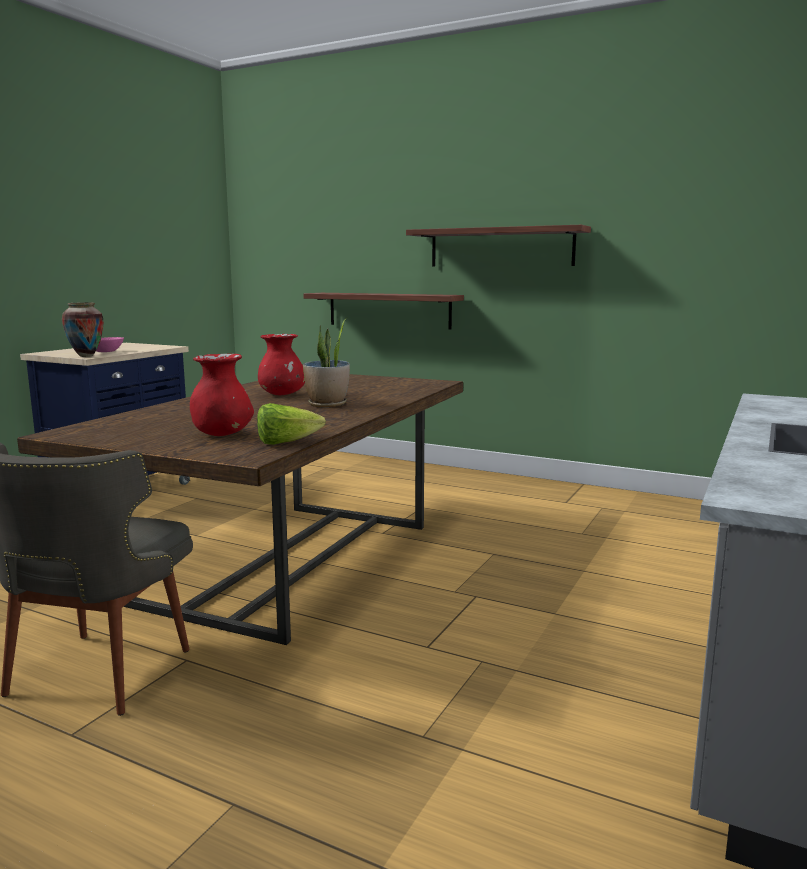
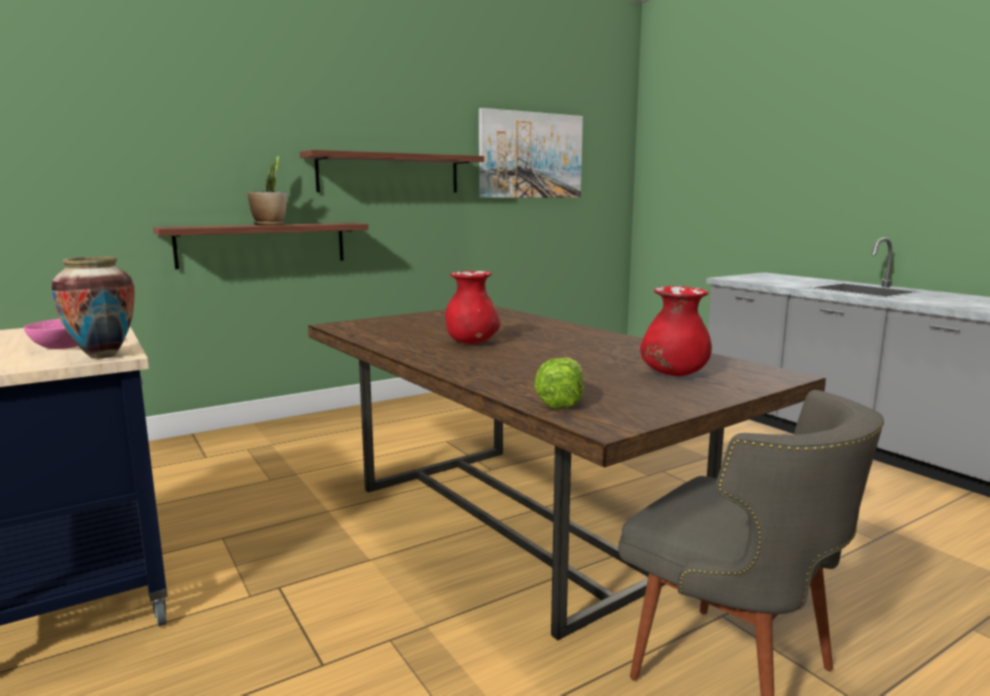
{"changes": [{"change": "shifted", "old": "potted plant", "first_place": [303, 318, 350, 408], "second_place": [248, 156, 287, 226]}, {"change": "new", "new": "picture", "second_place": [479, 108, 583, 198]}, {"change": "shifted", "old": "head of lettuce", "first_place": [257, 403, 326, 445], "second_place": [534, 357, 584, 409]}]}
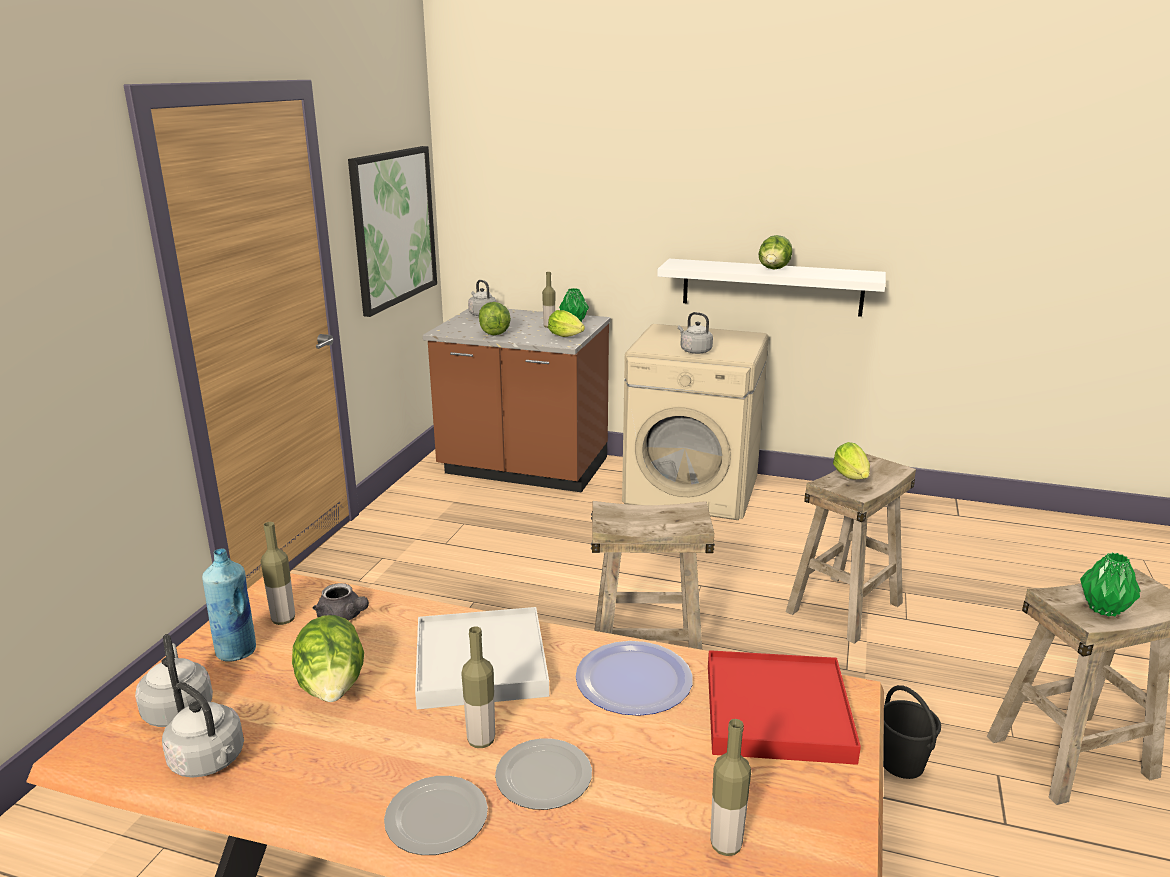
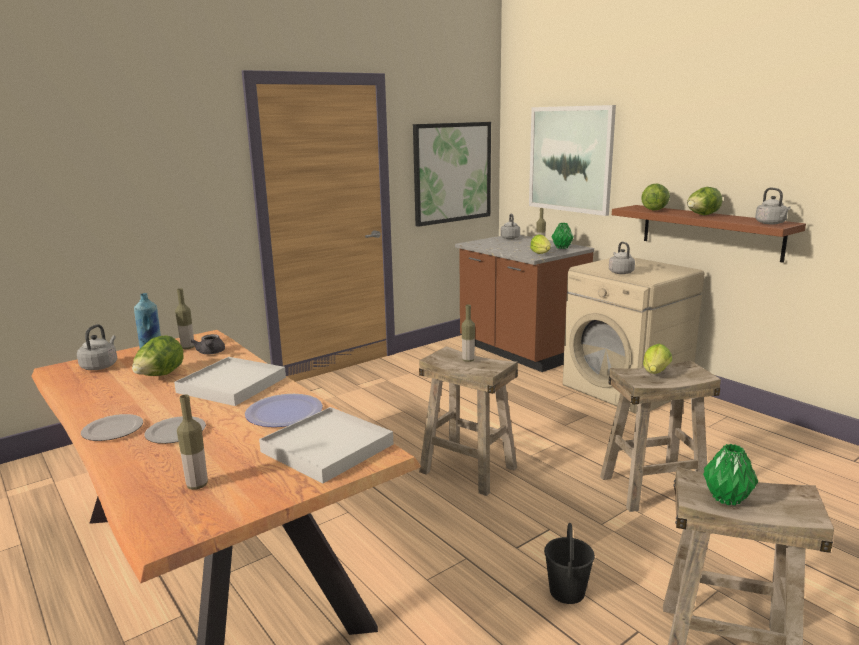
{"changes": [{"change": "repainted", "old": "red serving tray", "new": "white serving tray", "first_place": [708, 650, 861, 765], "second_place": [259, 407, 393, 483]}, {"change": "shifted", "old": "drink bottle", "first_place": [461, 626, 495, 748], "second_place": [462, 304, 475, 362]}, {"change": "new", "new": "picture", "second_place": [529, 105, 616, 216]}, {"change": "repainted", "old": "white wall shelf", "new": "brown wall shelf", "first_place": [657, 259, 886, 317], "second_place": [612, 205, 806, 263]}, {"change": "shifted", "old": "head of lettuce", "first_place": [479, 302, 511, 335], "second_place": [641, 183, 670, 211]}, {"change": "shifted", "old": "grey tea kettle", "first_place": [162, 682, 244, 778], "second_place": [755, 188, 791, 224]}]}
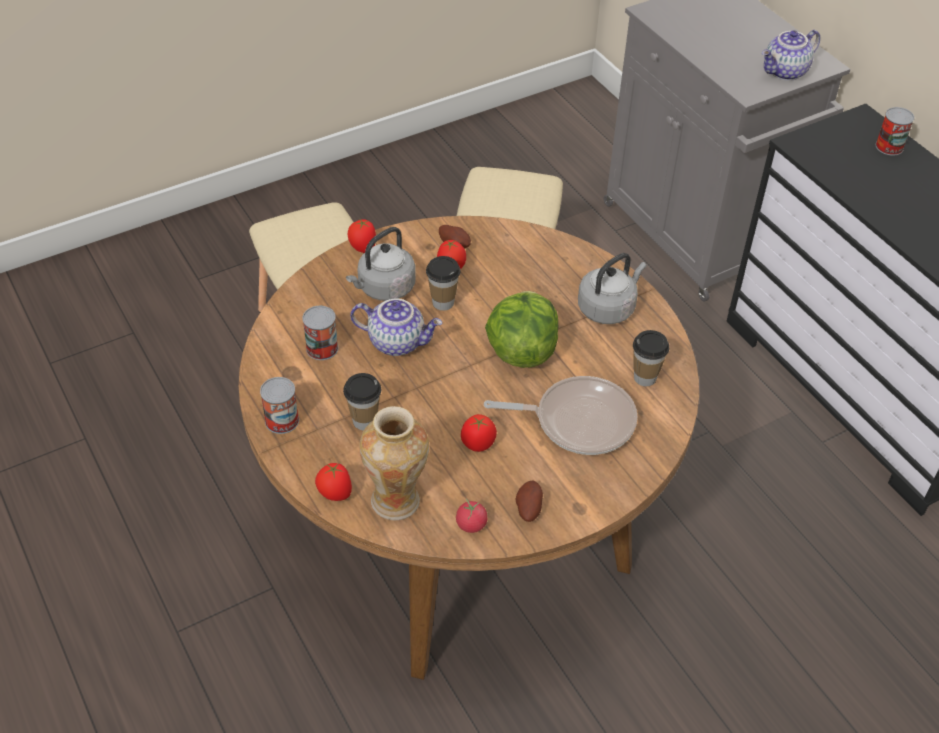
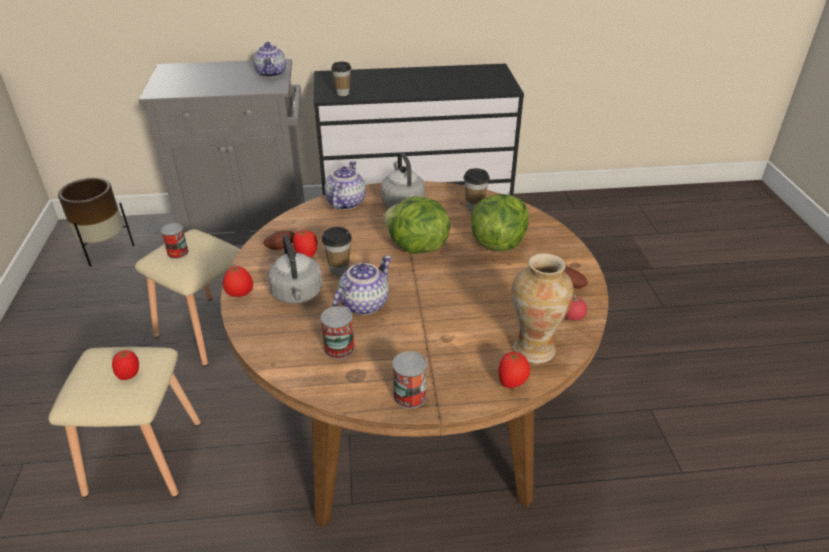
{"changes": [{"change": "new", "new": "brown flower pot", "second_place": [58, 178, 134, 267]}, {"change": "shifted", "old": "fresh tomato", "first_place": [461, 414, 497, 452], "second_place": [112, 350, 139, 380]}, {"change": "shifted", "old": "sealed can", "first_place": [876, 107, 915, 155], "second_place": [161, 223, 189, 259]}, {"change": "new", "new": "teapot", "second_place": [324, 161, 366, 210]}, {"change": "shifted", "old": "drinking cup", "first_place": [343, 373, 381, 430], "second_place": [331, 62, 351, 96]}, {"change": "swapped", "old": "frying pan", "new": "head of lettuce", "first_place": [484, 376, 638, 455], "second_place": [471, 194, 529, 251]}]}
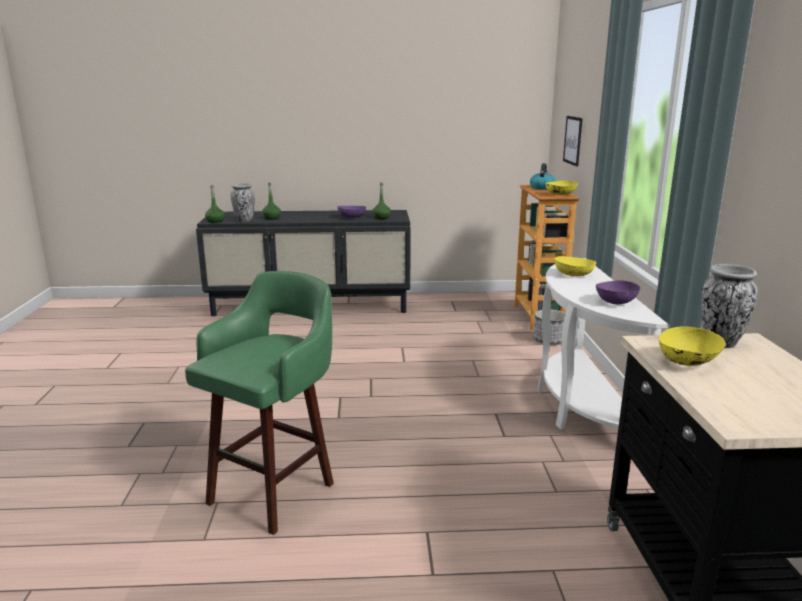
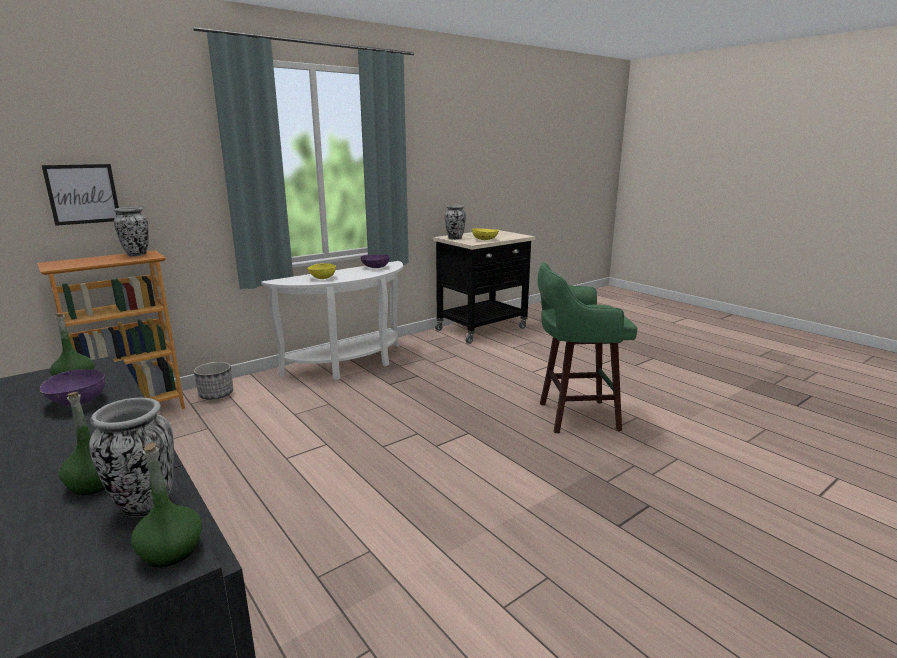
{"changes": [{"change": "swapped", "old": "yellow deep dish", "new": "decorative vase", "first_place": [546, 181, 578, 195], "second_place": [114, 207, 148, 256]}, {"change": "gone", "old": "tea kettle", "first_place": [530, 163, 556, 190]}]}
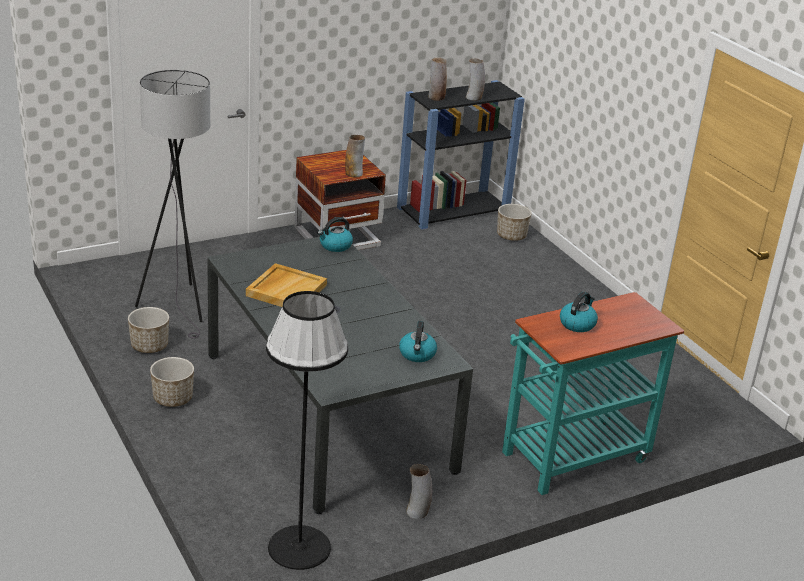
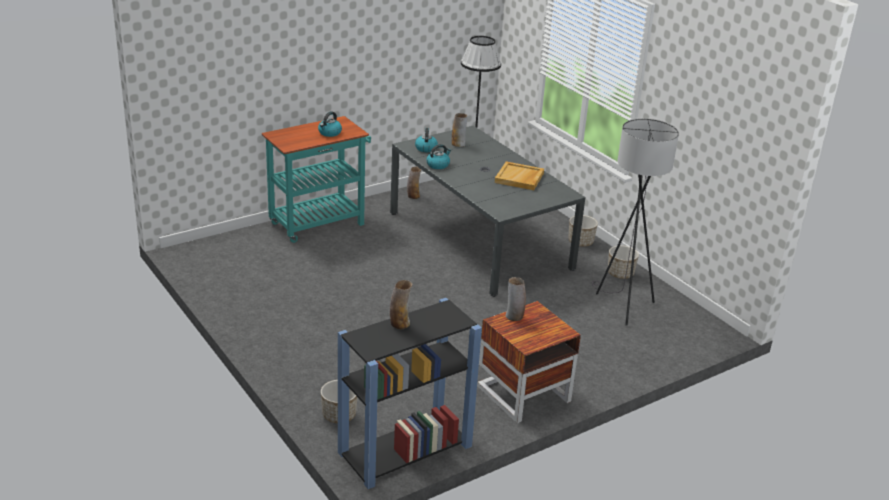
{"changes": [{"change": "shifted", "old": "tea kettle", "first_place": [317, 217, 353, 252], "second_place": [426, 144, 451, 169]}, {"change": "shifted", "old": "decorative vase", "first_place": [428, 57, 447, 101], "second_place": [452, 113, 467, 147]}]}
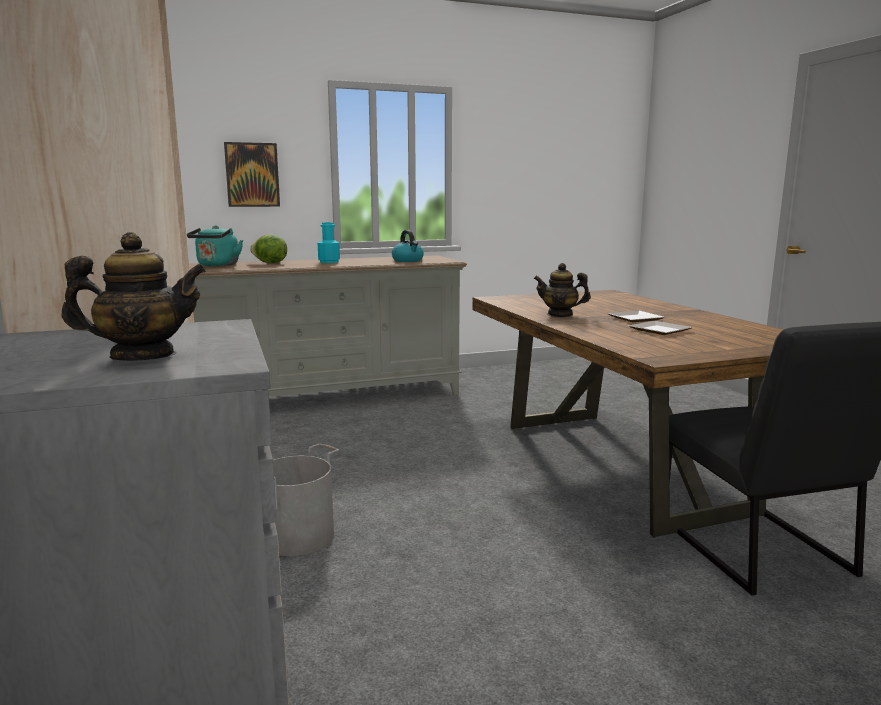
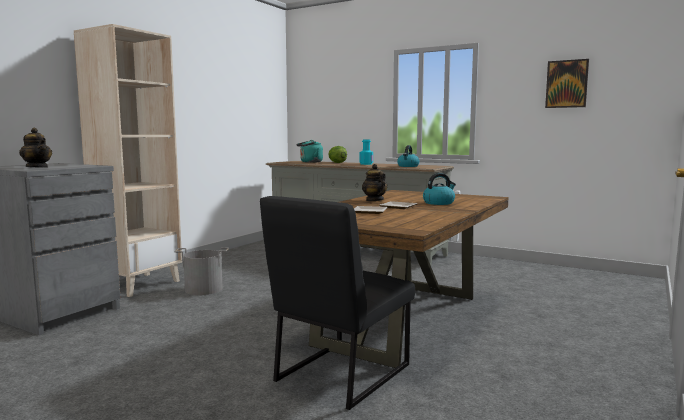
{"changes": [{"change": "new", "new": "tea kettle", "second_place": [423, 173, 456, 205]}, {"change": "shifted", "old": "picture", "first_place": [224, 142, 280, 207], "second_place": [545, 59, 589, 108]}]}
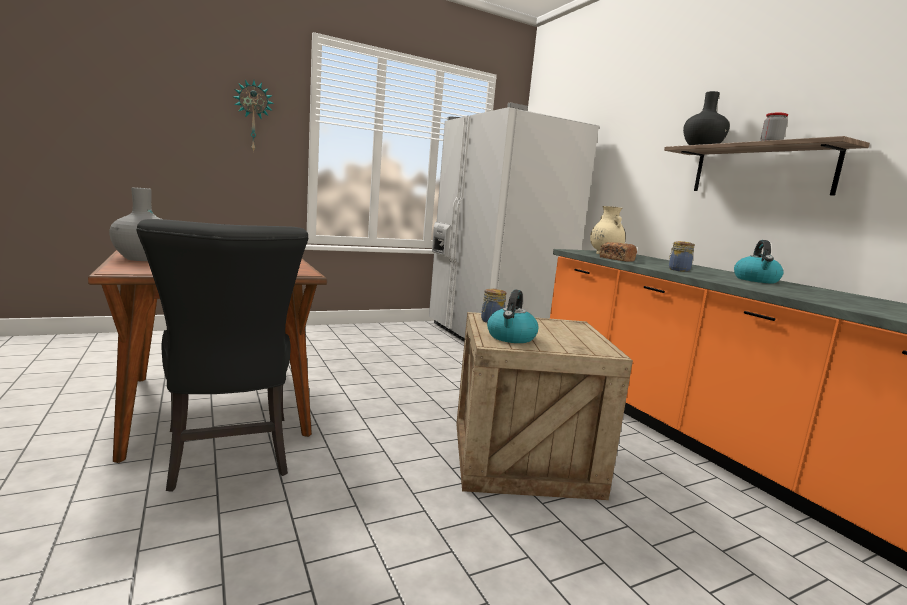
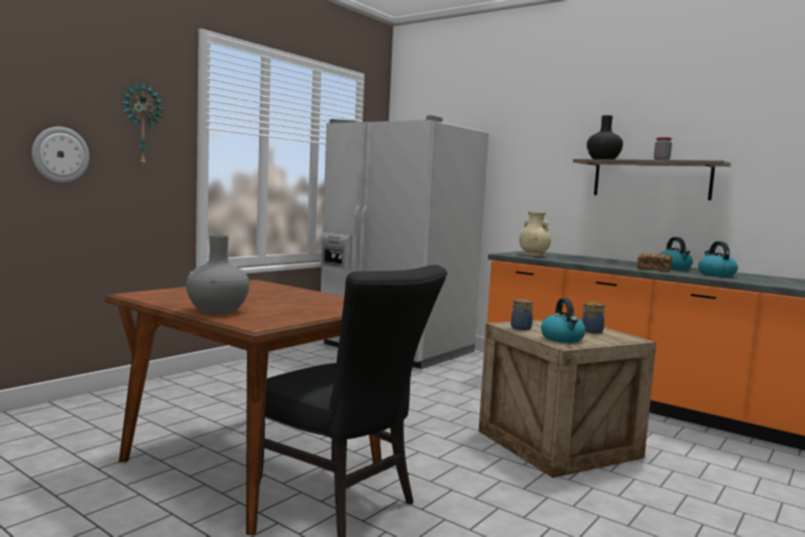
{"changes": [{"change": "new", "new": "wall clock", "second_place": [32, 127, 89, 183]}, {"change": "shifted", "old": "storage jar", "first_place": [669, 241, 695, 272], "second_place": [580, 302, 605, 334]}, {"change": "shifted", "old": "baked bread", "first_place": [600, 242, 637, 262], "second_place": [637, 253, 672, 271]}, {"change": "new", "new": "tea kettle", "second_place": [698, 241, 738, 277]}]}
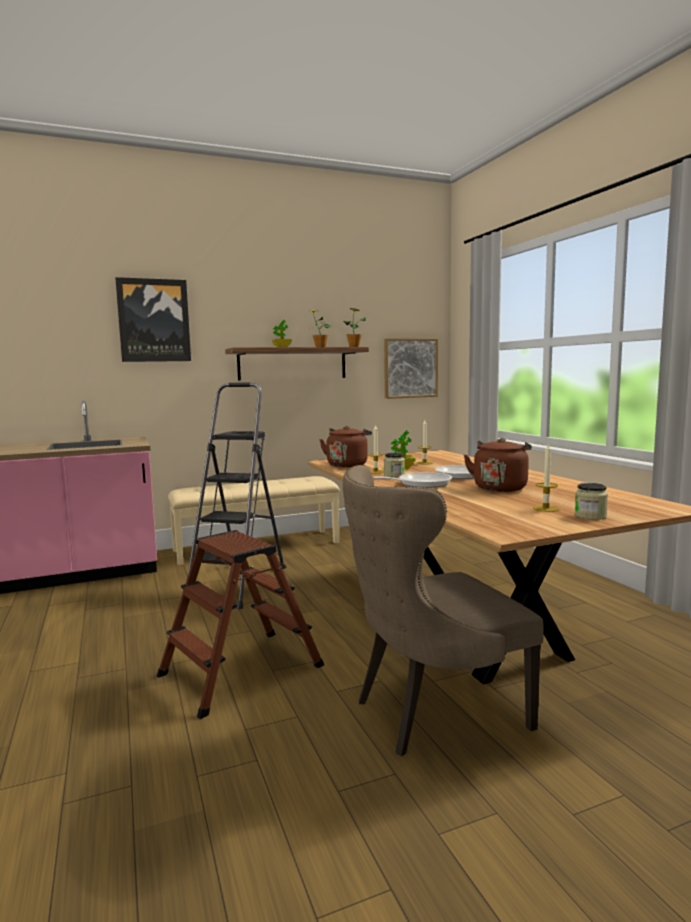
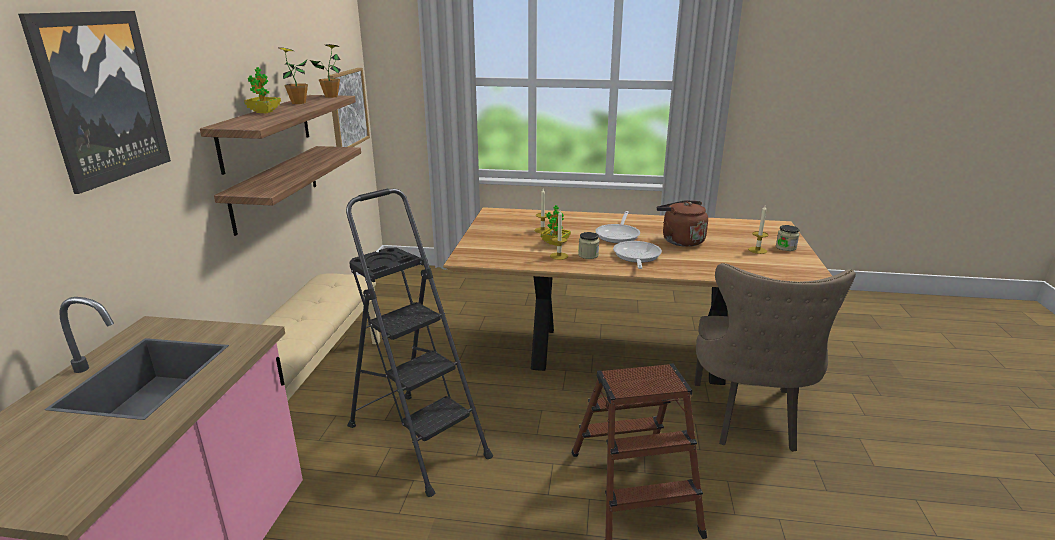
{"changes": [{"change": "new", "new": "wall shelf", "second_place": [214, 146, 361, 236]}, {"change": "gone", "old": "brown tea kettle", "first_place": [320, 426, 372, 468]}]}
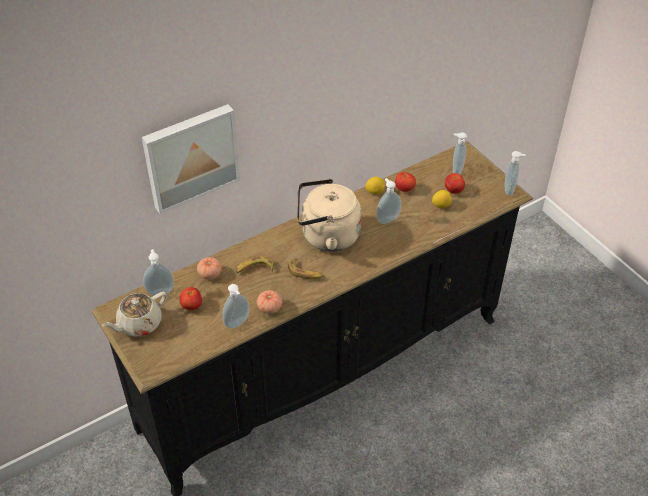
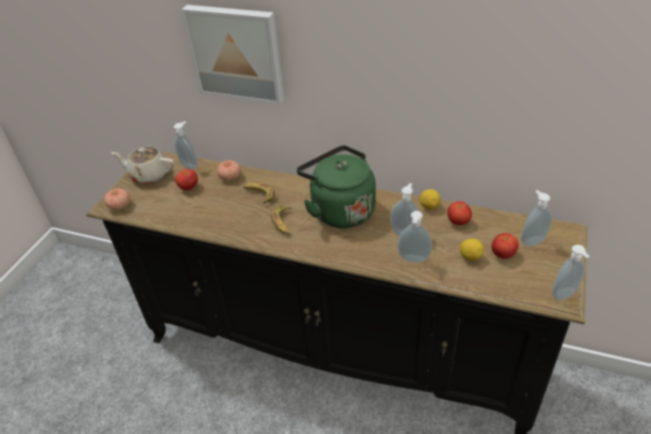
{"changes": [{"change": "shifted", "old": "fresh tomato", "first_place": [257, 290, 282, 314], "second_place": [104, 188, 130, 210]}, {"change": "repainted", "old": "beige-coloured tea kettle", "new": "greenish tea kettle", "first_place": [297, 179, 361, 252], "second_place": [297, 145, 376, 228]}, {"change": "shifted", "old": "soap bottle", "first_place": [222, 284, 249, 329], "second_place": [398, 211, 432, 263]}]}
